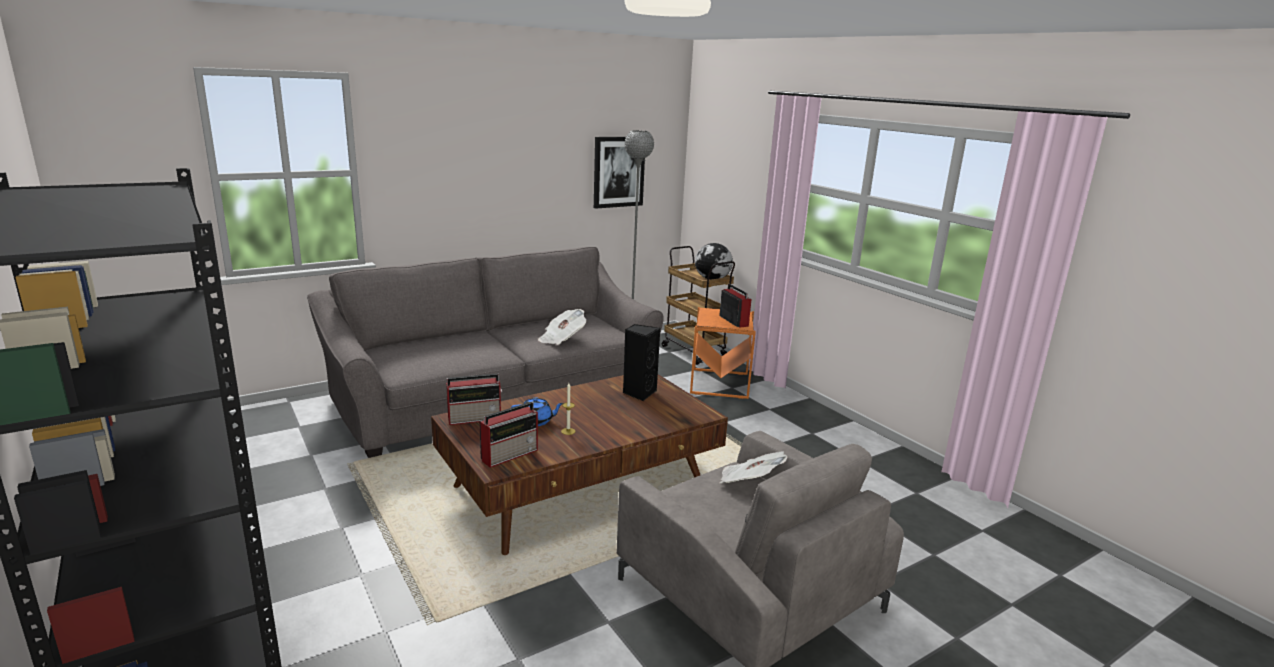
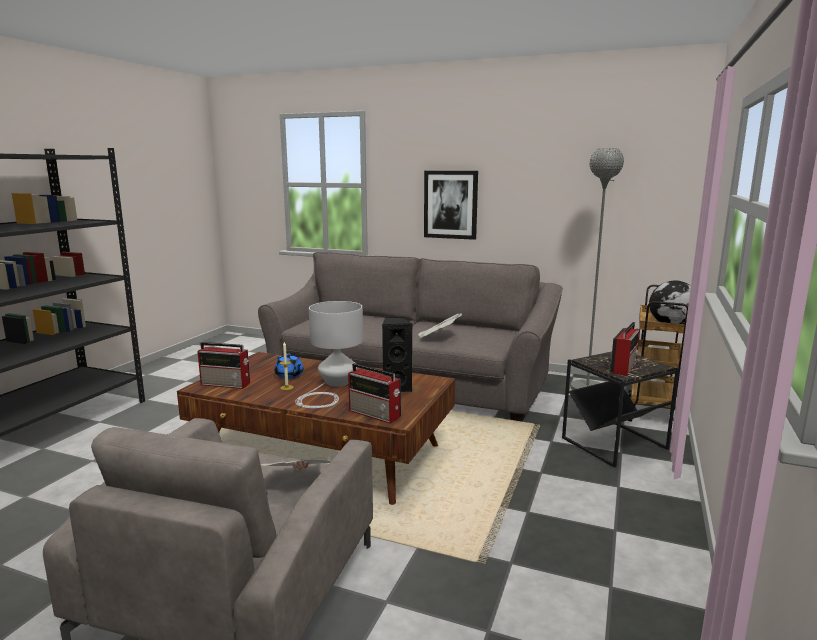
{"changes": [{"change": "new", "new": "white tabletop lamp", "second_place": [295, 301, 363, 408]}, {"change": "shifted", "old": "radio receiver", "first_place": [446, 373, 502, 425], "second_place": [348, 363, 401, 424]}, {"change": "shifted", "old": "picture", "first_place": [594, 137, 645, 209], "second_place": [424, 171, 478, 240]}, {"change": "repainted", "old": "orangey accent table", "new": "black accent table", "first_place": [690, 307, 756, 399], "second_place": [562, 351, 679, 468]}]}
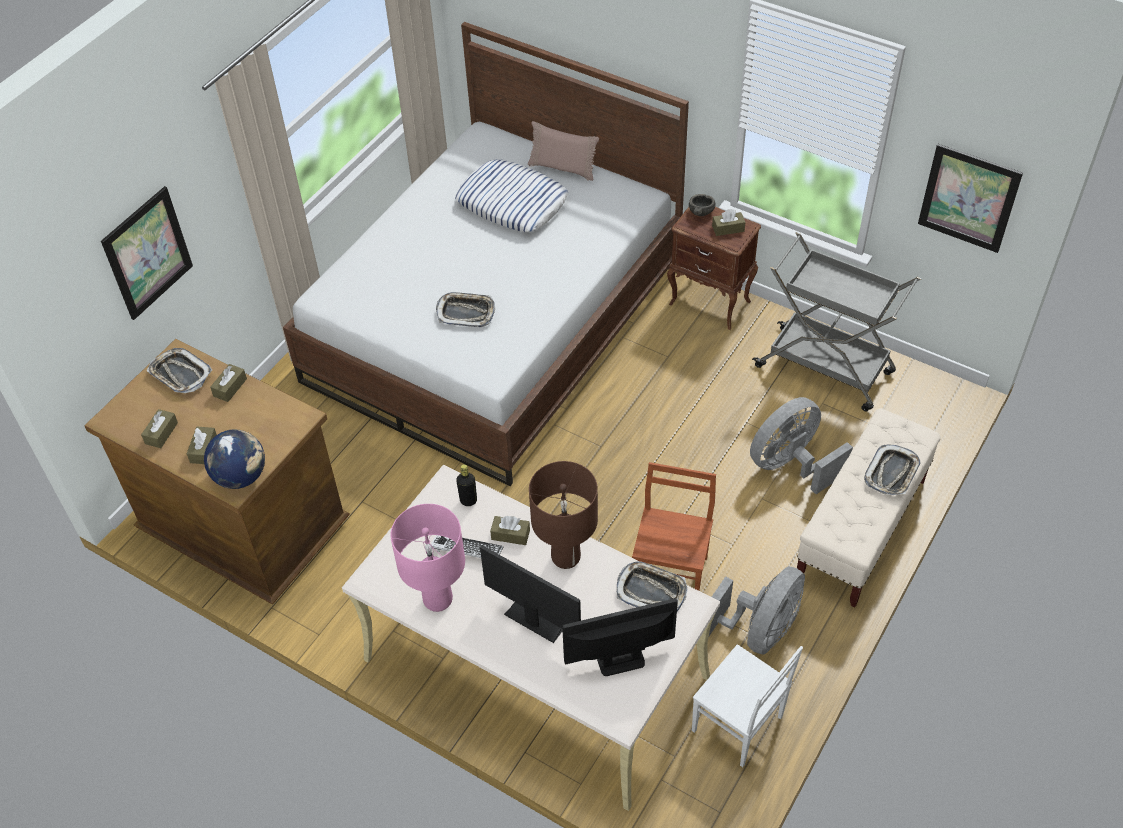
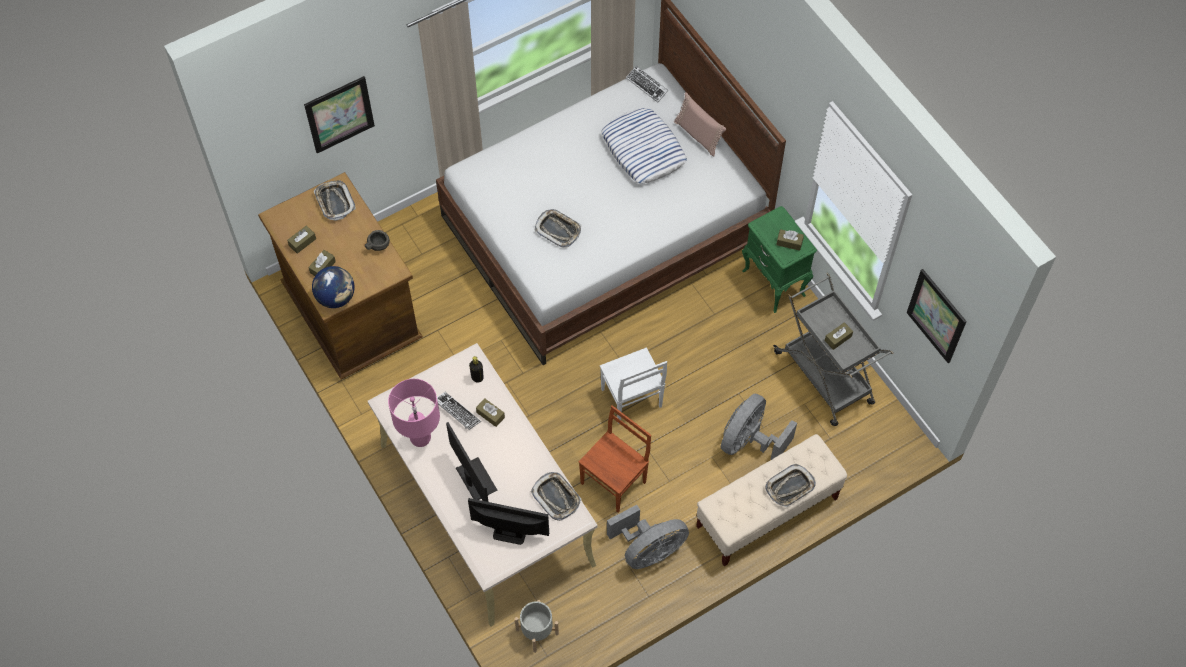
{"changes": [{"change": "shifted", "old": "grey deep dish", "first_place": [689, 194, 716, 216], "second_place": [365, 230, 390, 251]}, {"change": "new", "new": "grey flower pot", "second_place": [515, 600, 559, 653]}, {"change": "shifted", "old": "white upright chair", "first_place": [692, 644, 803, 767], "second_place": [600, 347, 667, 424]}, {"change": "new", "new": "keyboard", "second_place": [626, 66, 668, 102]}, {"change": "rotated", "old": "grey fan", "first_place": [750, 397, 853, 494], "second_place": [721, 394, 797, 460], "degrees": -45}, {"change": "repainted", "old": "brown nightstand", "new": "greenish nightstand", "first_place": [667, 207, 761, 330], "second_place": [742, 206, 817, 313]}, {"change": "shifted", "old": "brown tissue box", "first_place": [210, 364, 247, 402], "second_place": [825, 322, 853, 350]}, {"change": "gone", "old": "brown tabletop lamp", "first_place": [529, 461, 598, 569]}]}
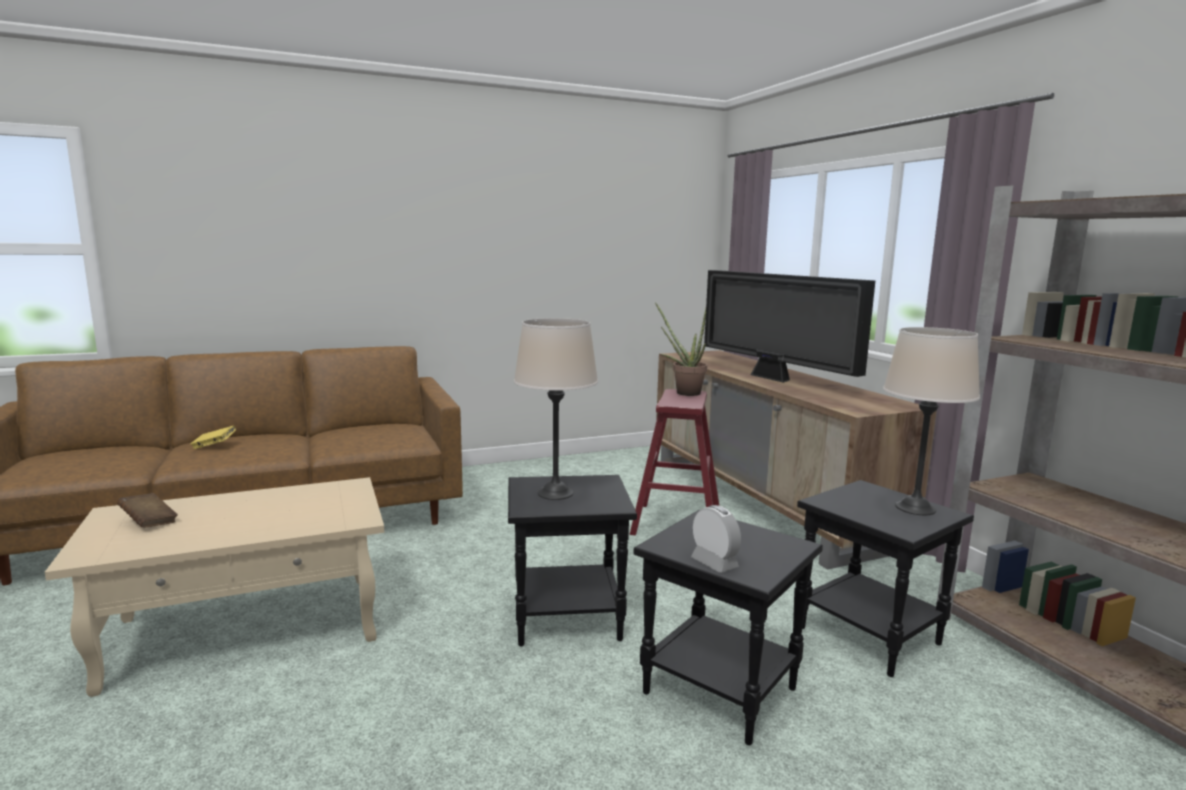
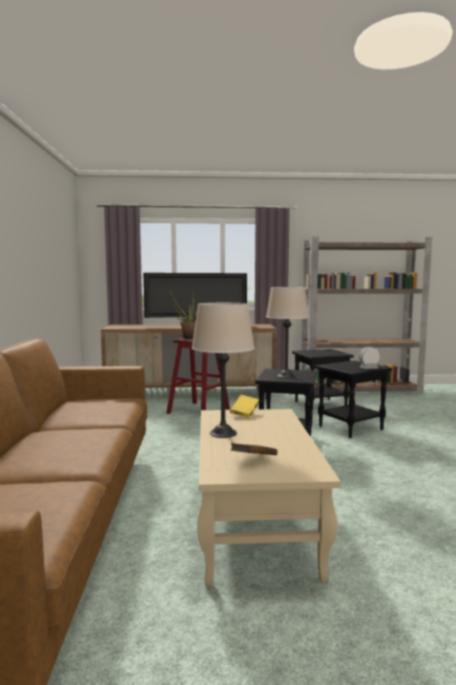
{"changes": [{"change": "shifted", "old": "beige-coloured tabletop lamp", "first_place": [883, 327, 980, 515], "second_place": [192, 303, 255, 438]}, {"change": "shifted", "old": "yellow book", "first_place": [191, 426, 236, 449], "second_place": [230, 395, 259, 418]}]}
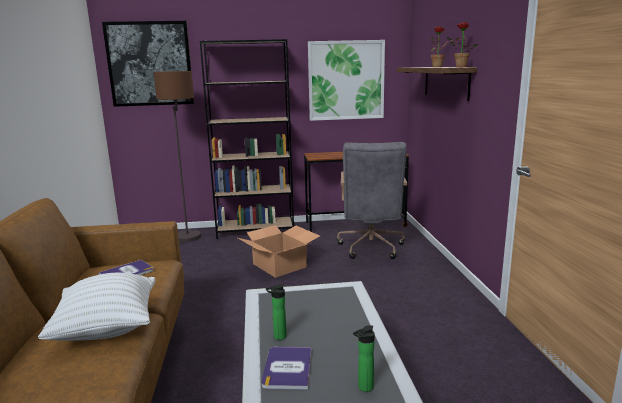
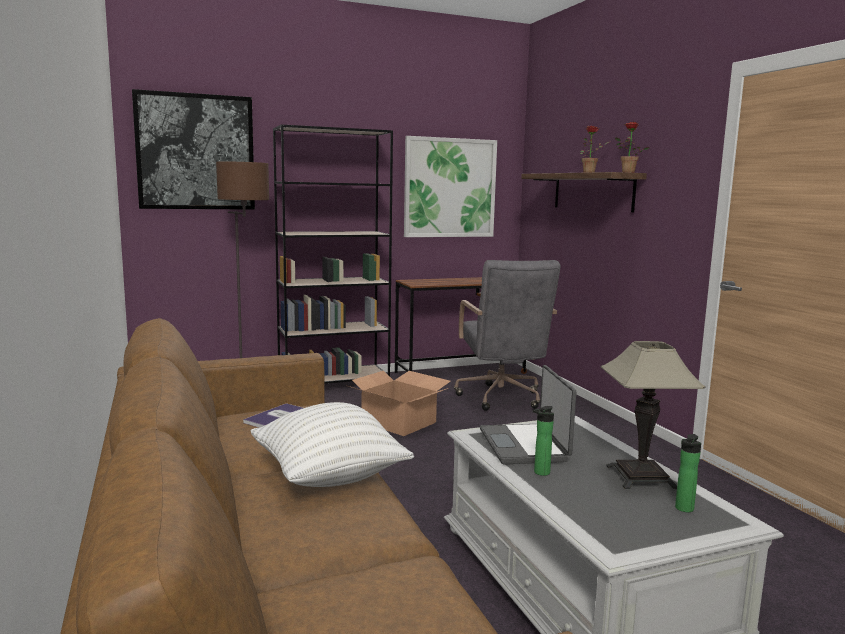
{"changes": [{"change": "new", "new": "laptop", "second_place": [480, 365, 576, 464]}, {"change": "new", "new": "tabletop lamp", "second_place": [601, 341, 706, 489]}, {"change": "gone", "old": "book", "first_place": [261, 347, 312, 390]}]}
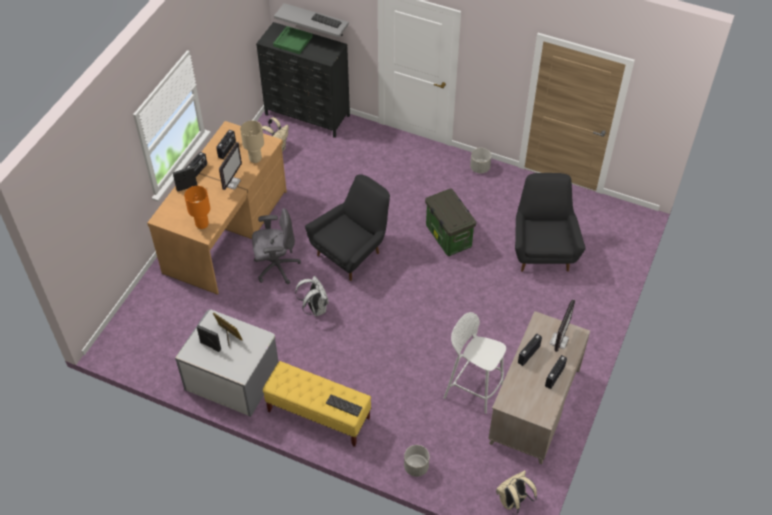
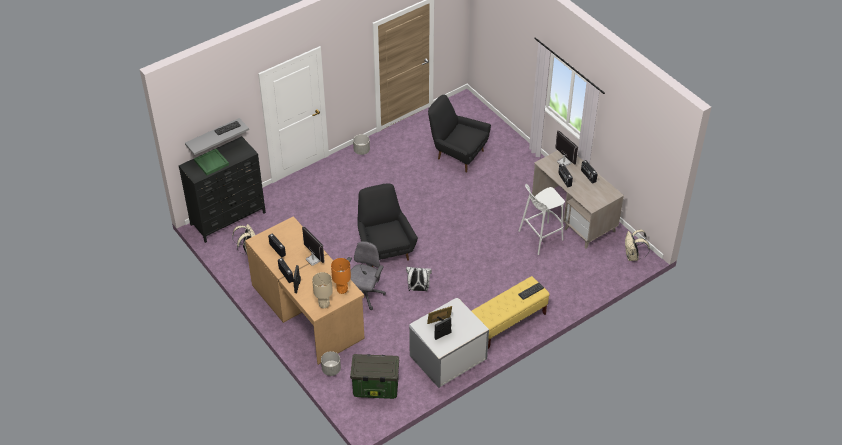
{"changes": [{"change": "shifted", "old": "beige-coloured tabletop lamp", "first_place": [240, 121, 264, 163], "second_place": [312, 272, 333, 308]}, {"change": "shifted", "old": "grey flower pot", "first_place": [404, 445, 430, 477], "second_place": [321, 351, 341, 376]}, {"change": "shifted", "old": "storage container", "first_place": [425, 188, 476, 256], "second_place": [350, 354, 399, 399]}]}
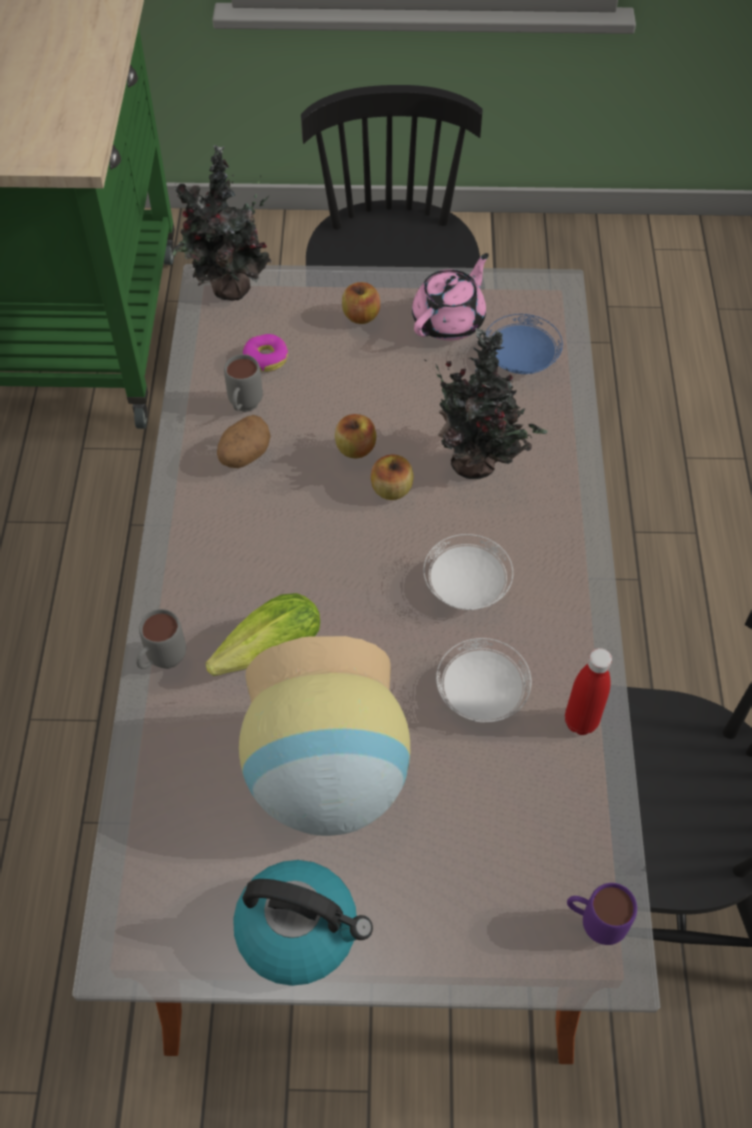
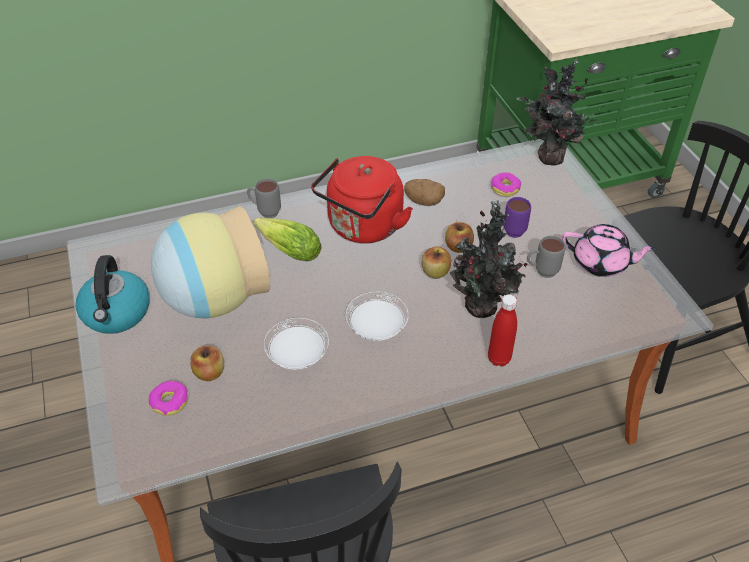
{"changes": [{"change": "new", "new": "ring doughnut", "second_place": [149, 381, 188, 416]}, {"change": "shifted", "old": "whole apple", "first_place": [342, 282, 380, 324], "second_place": [190, 346, 224, 381]}, {"change": "new", "new": "red tea kettle", "second_place": [311, 156, 413, 243]}, {"change": "shifted", "old": "red drink bottle", "first_place": [565, 648, 612, 735], "second_place": [488, 294, 517, 366]}, {"change": "shifted", "old": "purplish tea mug", "first_place": [567, 883, 637, 945], "second_place": [503, 197, 531, 238]}, {"change": "shifted", "old": "grey tea mug", "first_place": [224, 354, 263, 412], "second_place": [527, 236, 565, 278]}, {"change": "gone", "old": "bluish flat dish", "first_place": [486, 314, 563, 374]}]}
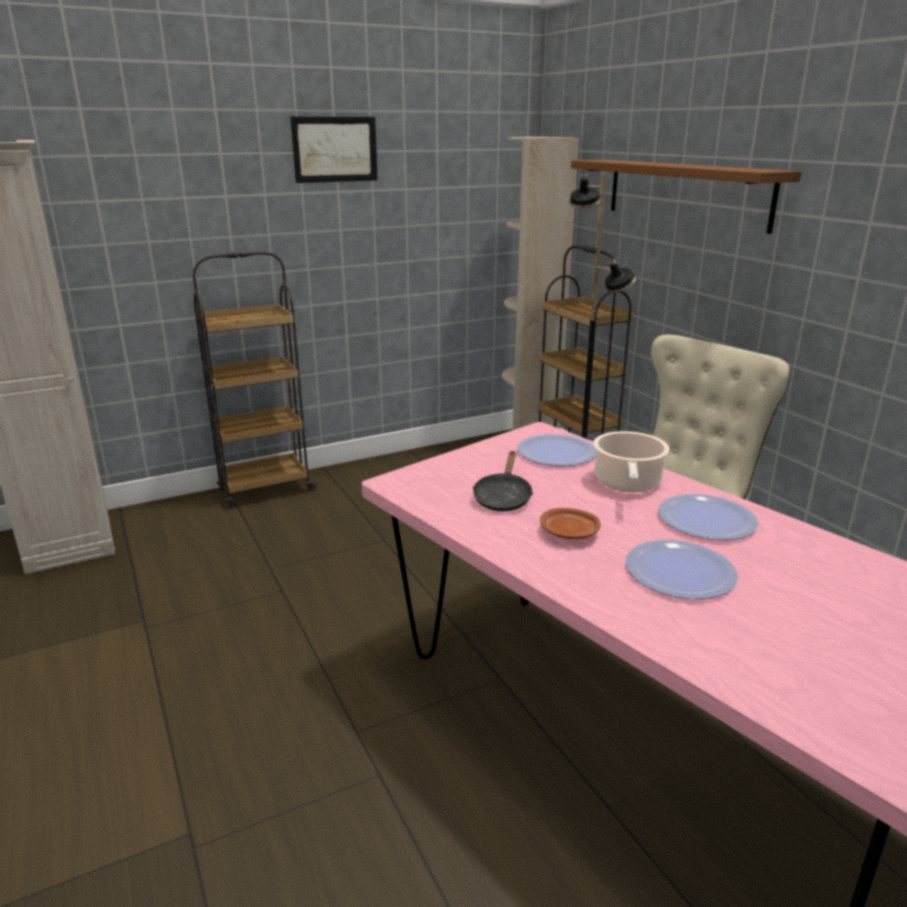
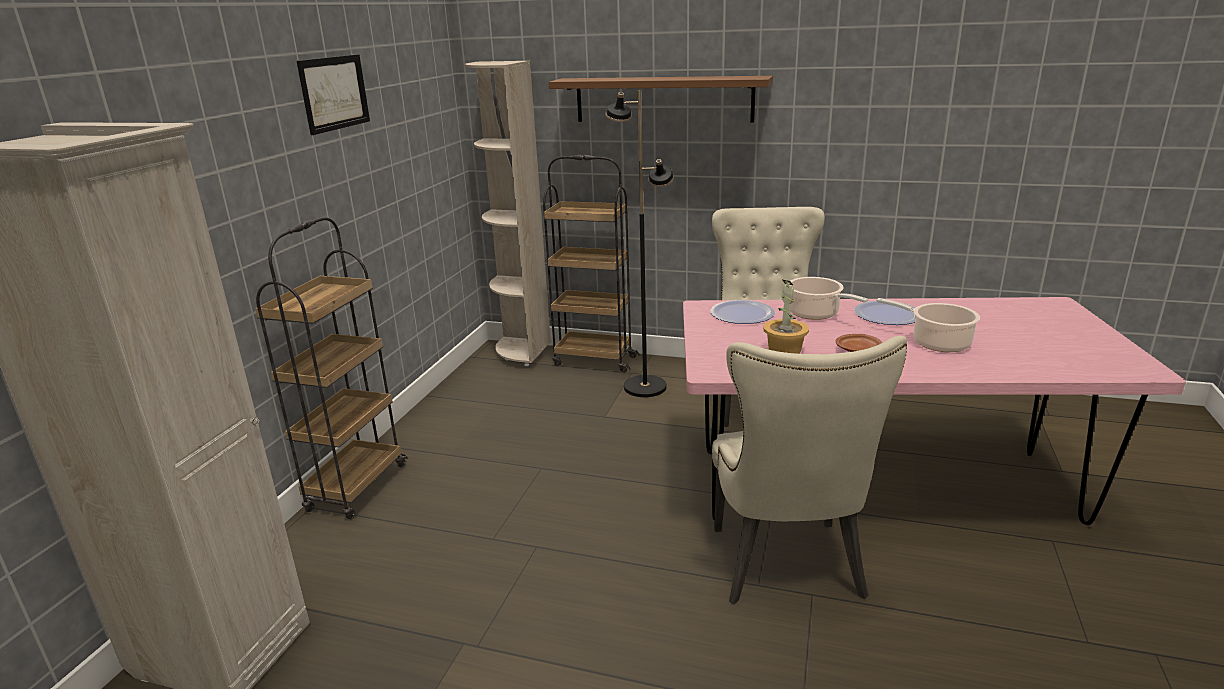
{"changes": [{"change": "new", "new": "beige-coloured upright chair", "second_place": [712, 336, 907, 604]}, {"change": "swapped", "old": "black frying pan", "new": "potted plant", "first_place": [472, 451, 533, 511], "second_place": [763, 280, 809, 354]}, {"change": "swapped", "old": "flat dish", "new": "saucepot", "first_place": [625, 540, 738, 599], "second_place": [876, 298, 980, 352]}]}
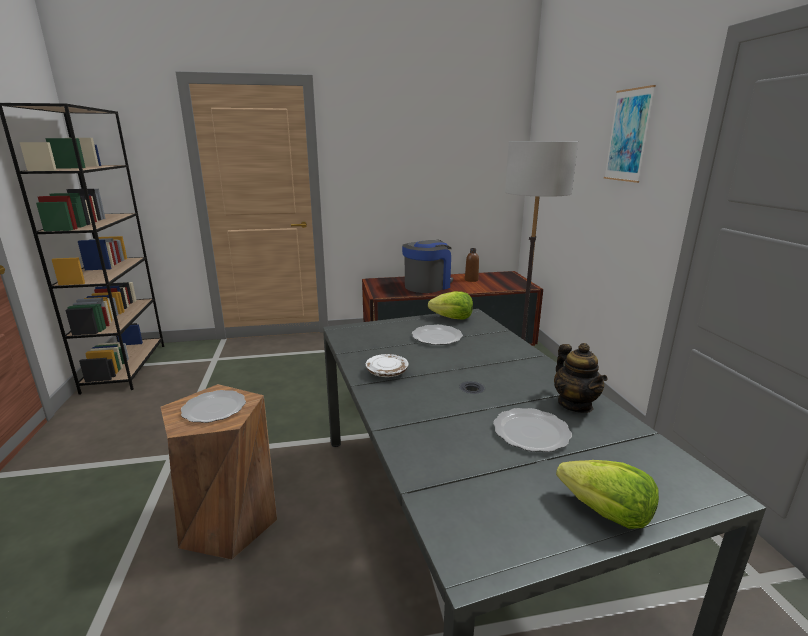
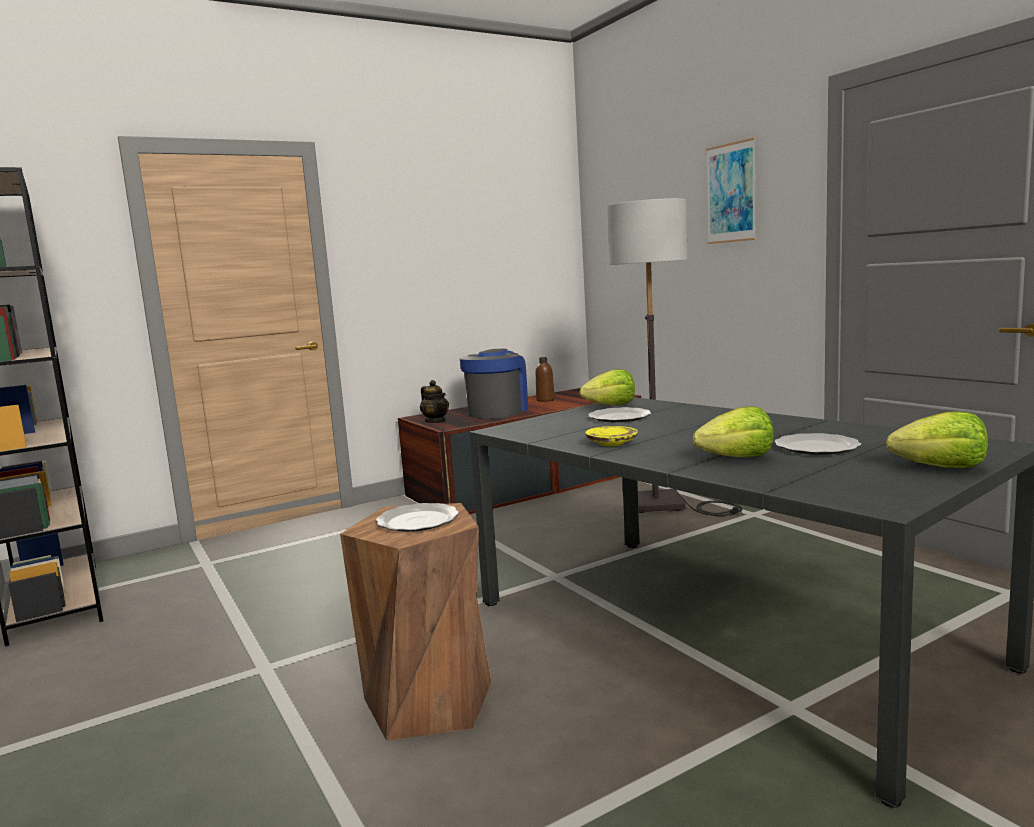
{"changes": [{"change": "shifted", "old": "teapot", "first_place": [554, 343, 607, 413], "second_place": [420, 380, 449, 423]}, {"change": "repainted", "old": "white flat dish", "new": "yellow flat dish", "first_place": [366, 354, 409, 377], "second_place": [585, 426, 638, 446]}, {"change": "new", "new": "head of lettuce", "second_place": [693, 407, 773, 457]}]}
